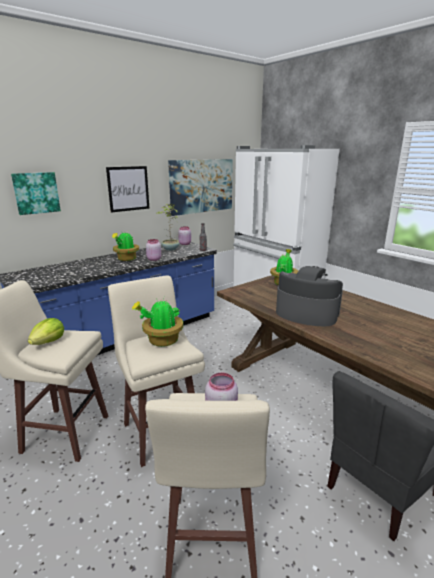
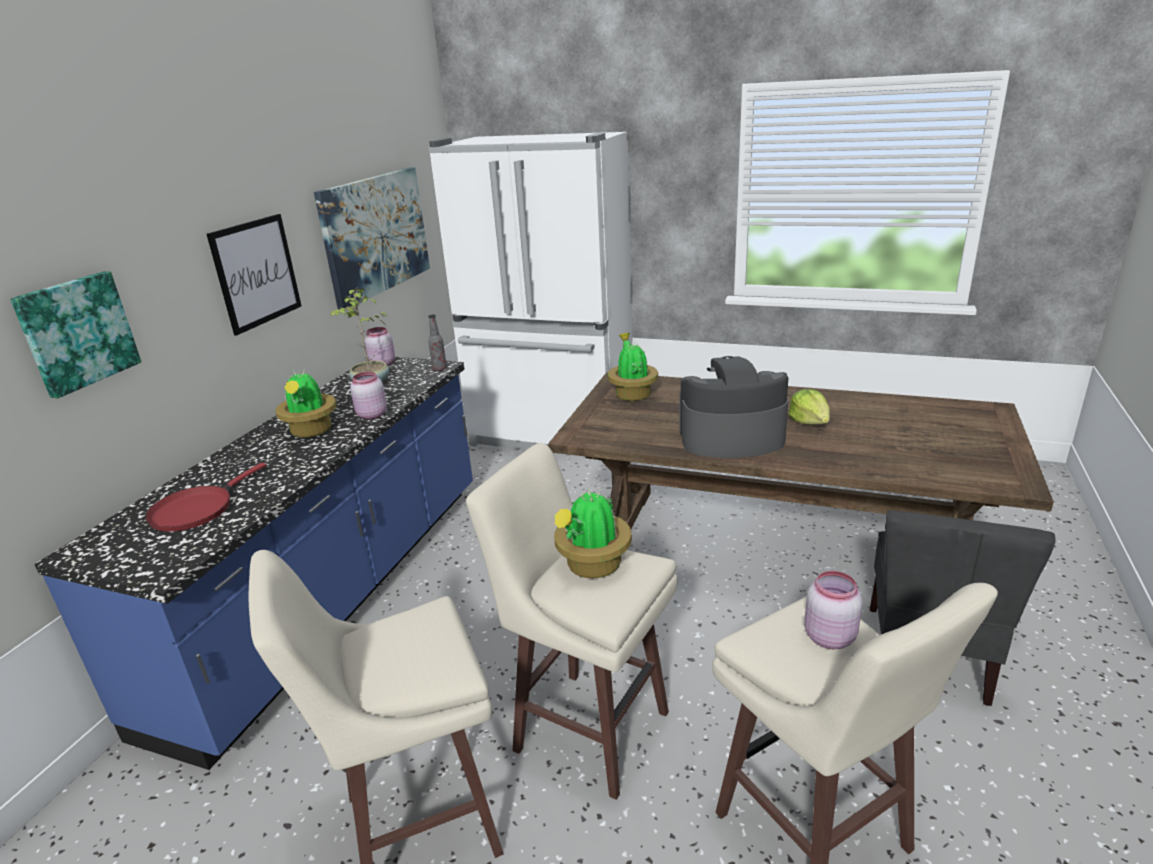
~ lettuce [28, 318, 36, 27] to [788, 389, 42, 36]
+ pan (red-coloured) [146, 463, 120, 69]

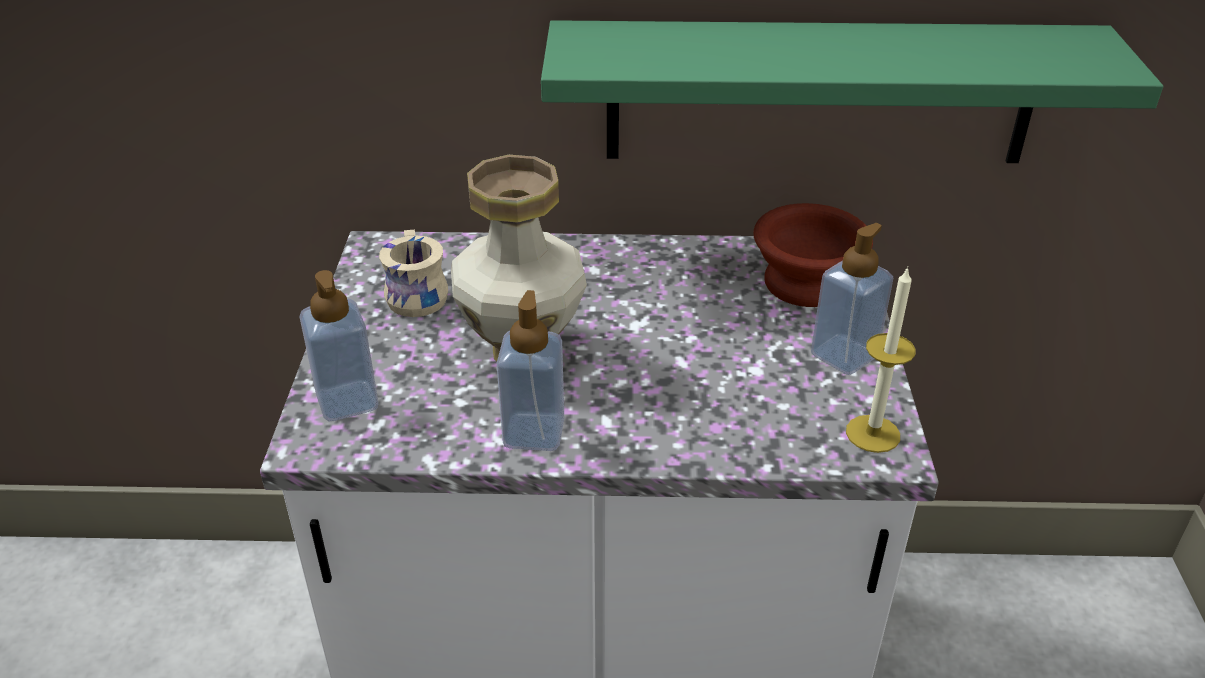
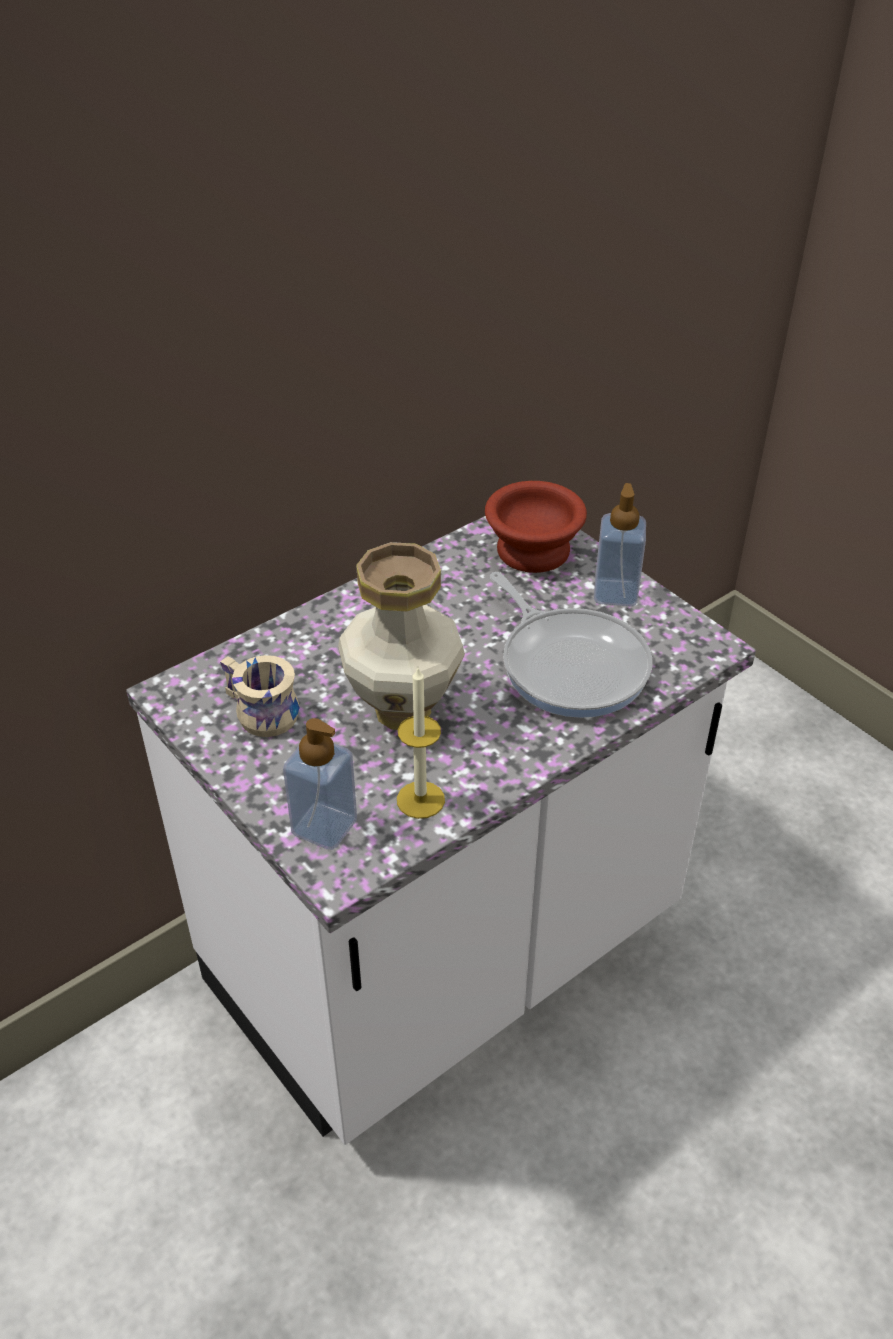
- soap bottle [497, 290, 67, 161]
- wall shelf (greenish) [541, 20, 622, 143]
~ candle [846, 267, 70, 186] to [397, 668, 48, 151]
+ pan [490, 572, 162, 146]

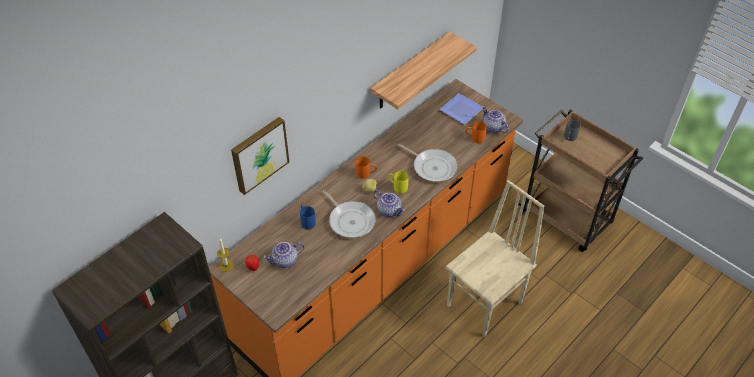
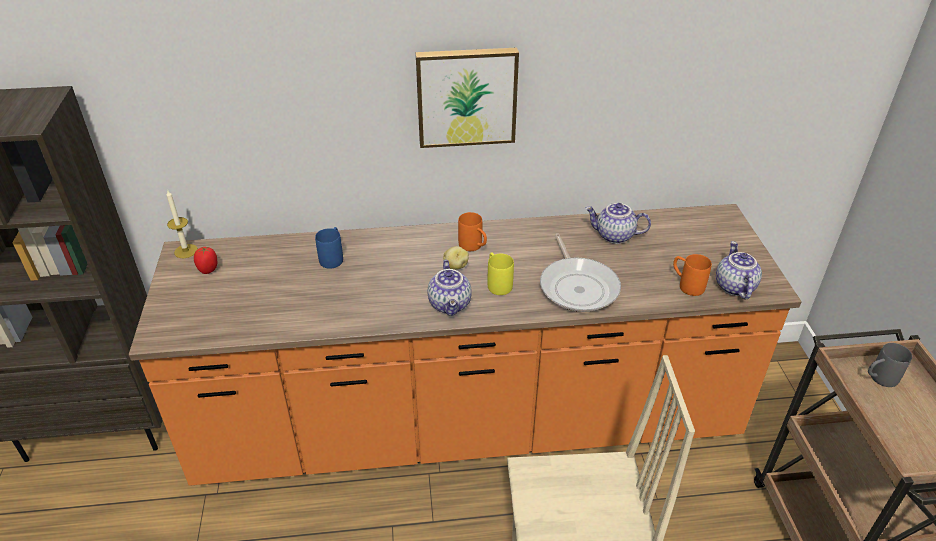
~ wall picture [231, 117, 58, 78] to [416, 48, 103, 100]
~ tea pot [263, 242, 41, 26] to [585, 203, 66, 41]
- pan [322, 190, 53, 48]
- wall shelf [370, 31, 107, 79]
- flat dish [439, 93, 44, 32]

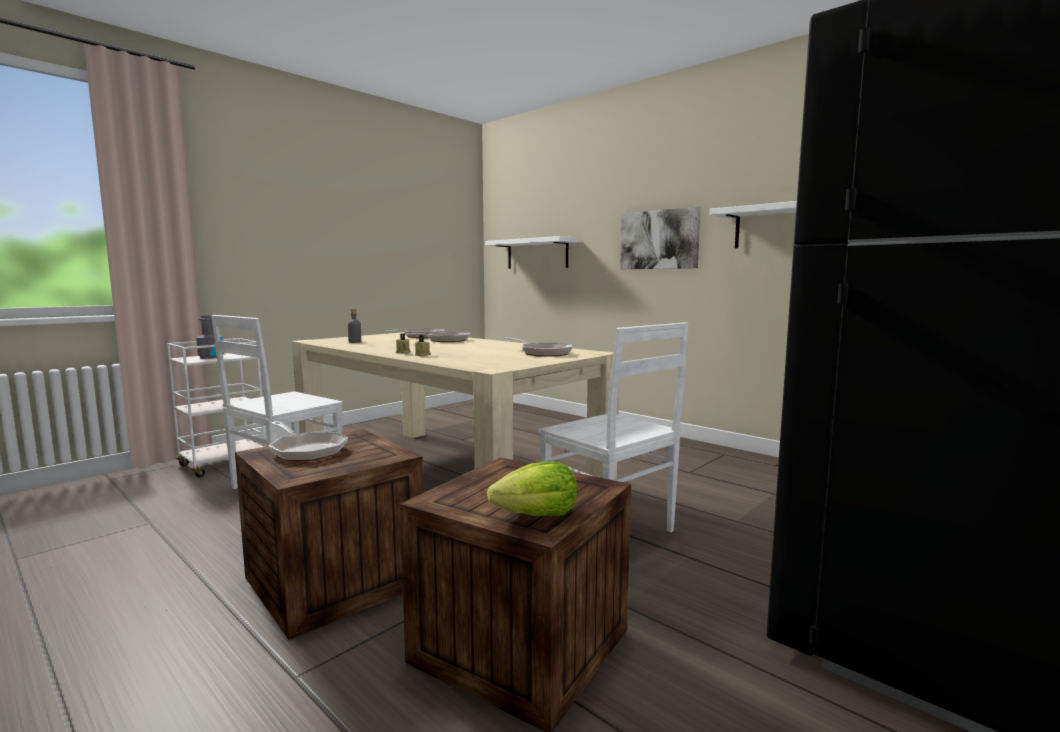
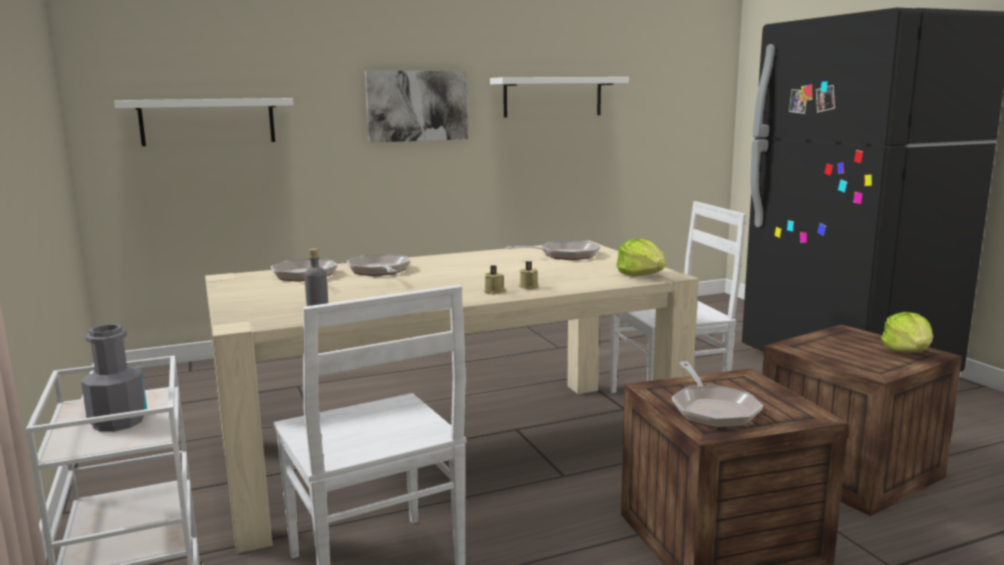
~ pan [269, 421, 79, 40] = [672, 361, 91, 67] 105 degrees clockwise
+ lettuce [617, 238, 49, 39]

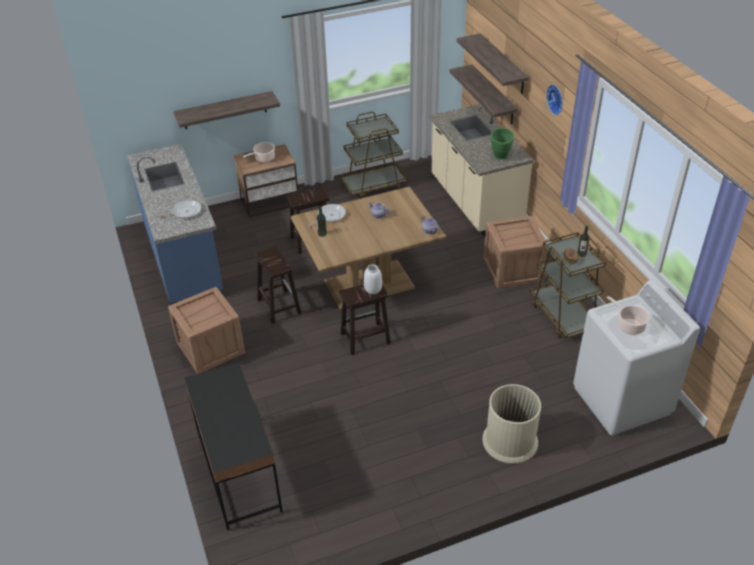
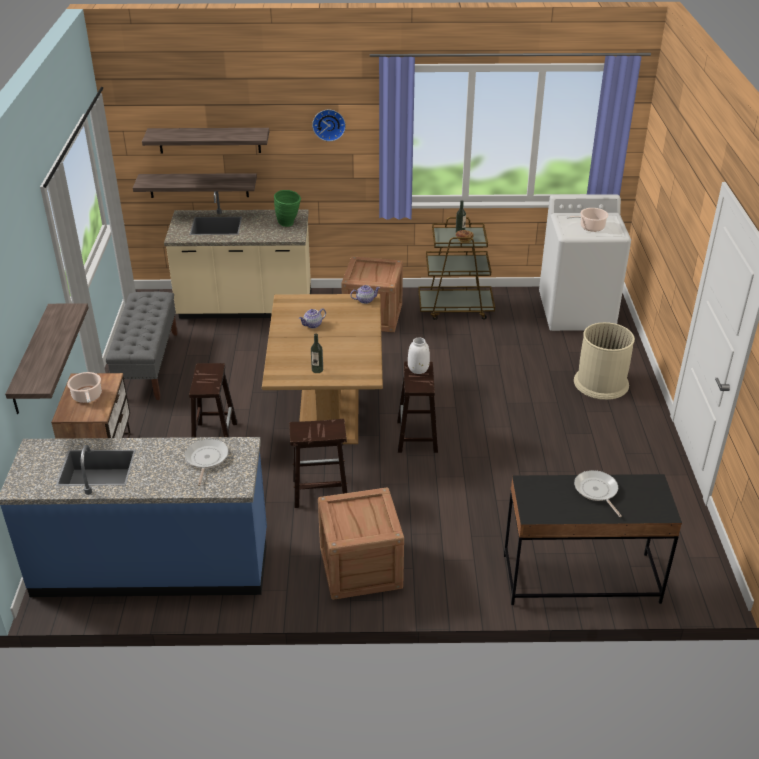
~ pan [307, 204, 39, 22] to [574, 470, 48, 47]
~ cart (brownish) [340, 112, 67, 86] to bench (greyish) [106, 291, 72, 109]

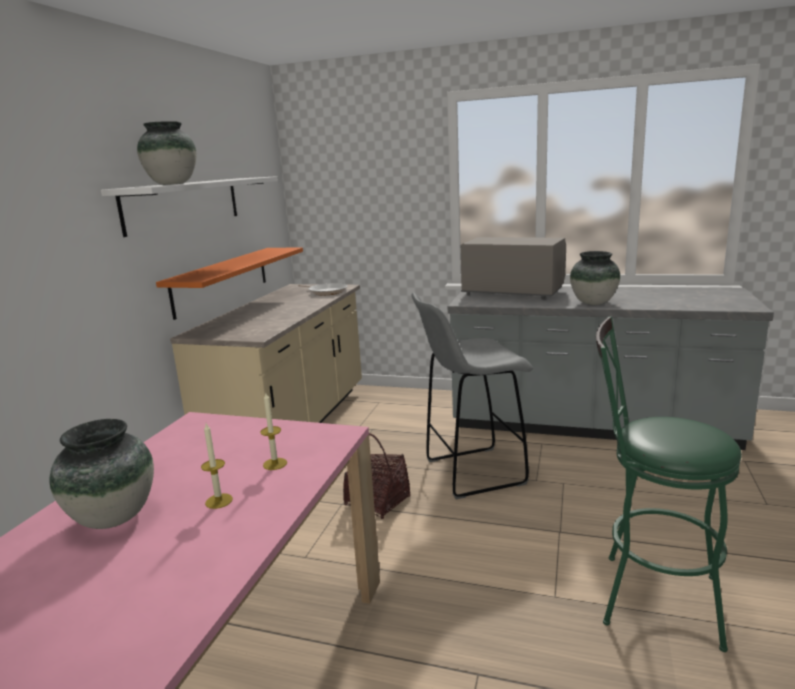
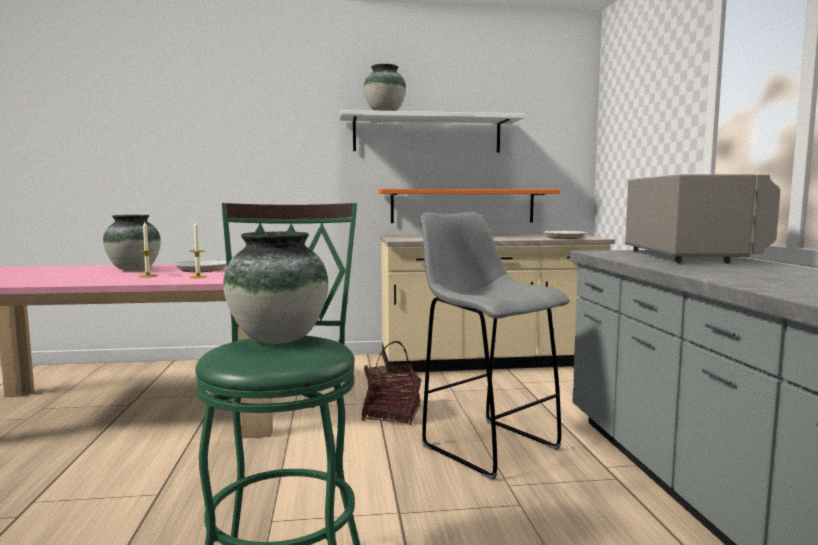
~ decorative vase [570, 251, 50, 54] to [223, 232, 105, 112]
+ pan [175, 258, 52, 14]

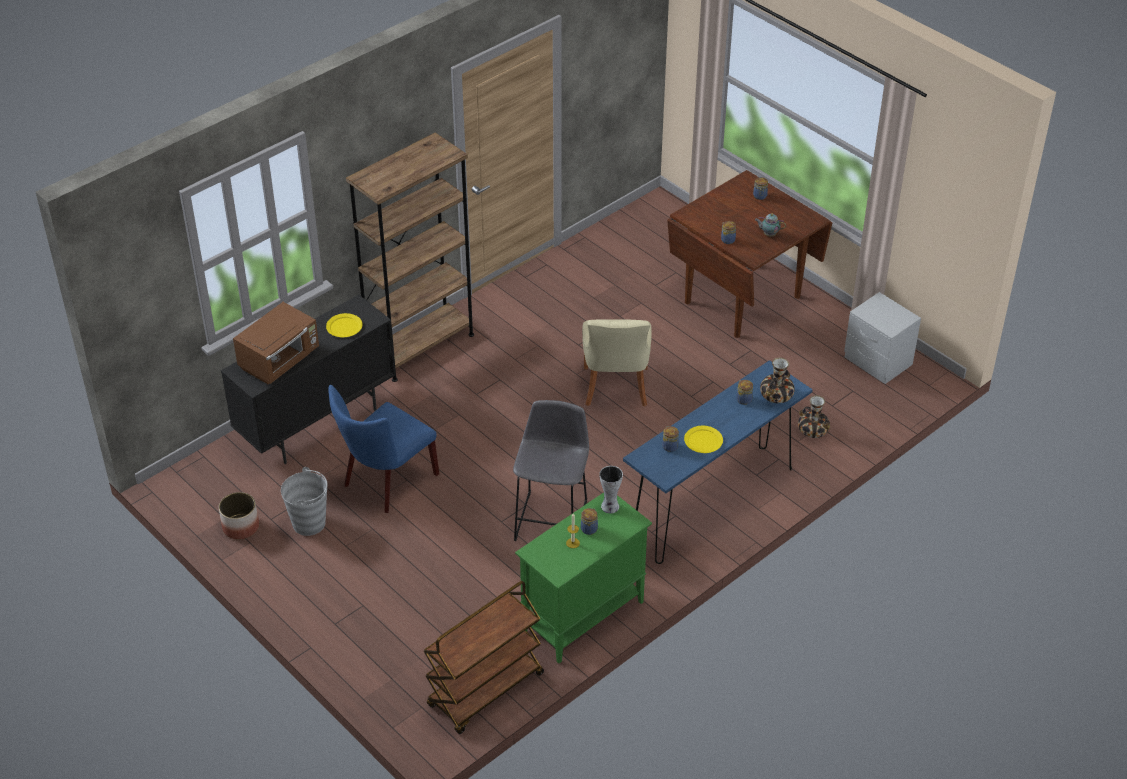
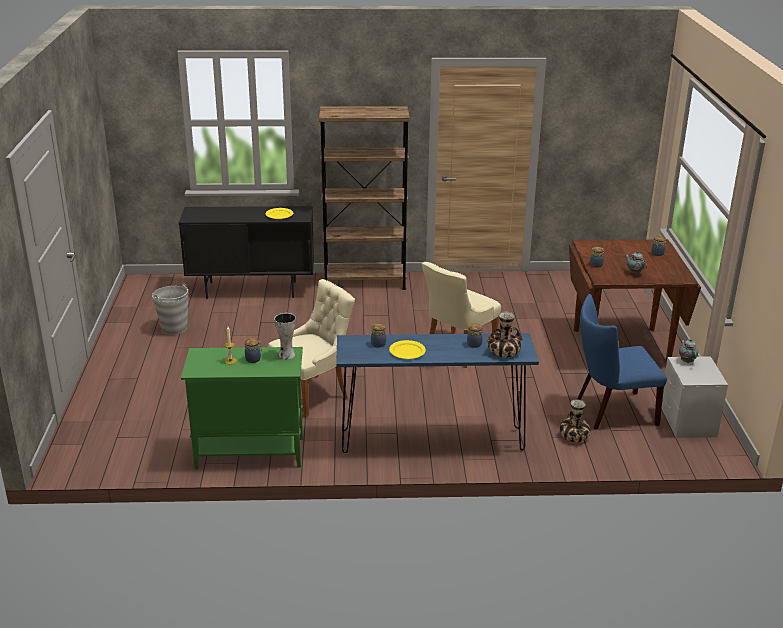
- flower pot [219, 492, 40, 47]
- microwave (brownish) [233, 302, 86, 82]
~ chair (blue-coloured) [328, 385, 111, 128] to [577, 294, 90, 136]
- cart (brownish) [424, 581, 120, 153]
~ stool seat (greyish) [513, 400, 76, 141] to chair (beige-coloured) [268, 279, 87, 138]
+ tea pot [679, 339, 19, 24]

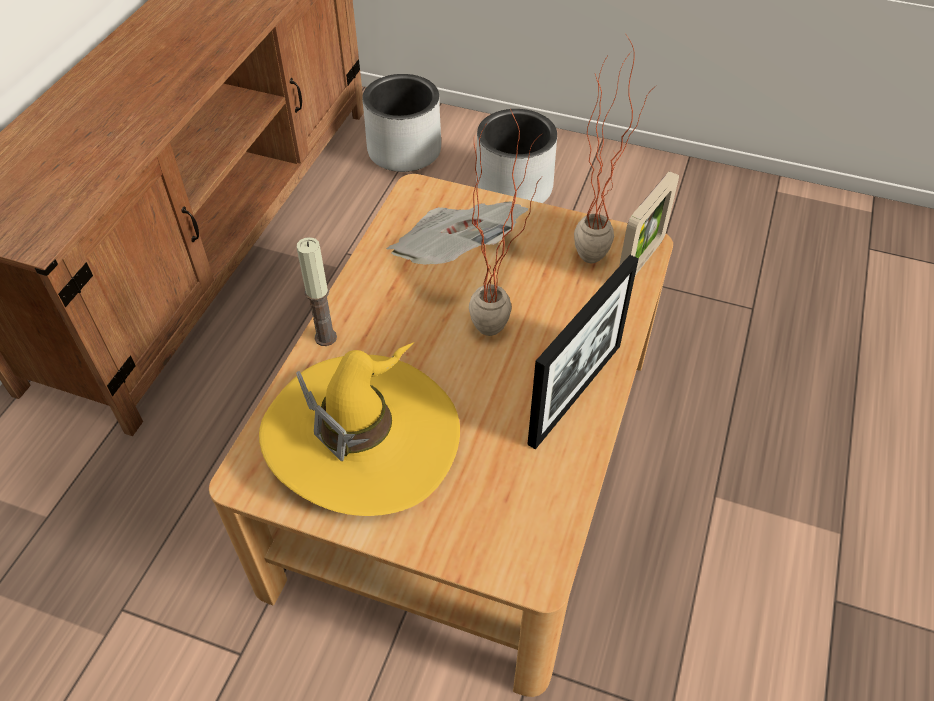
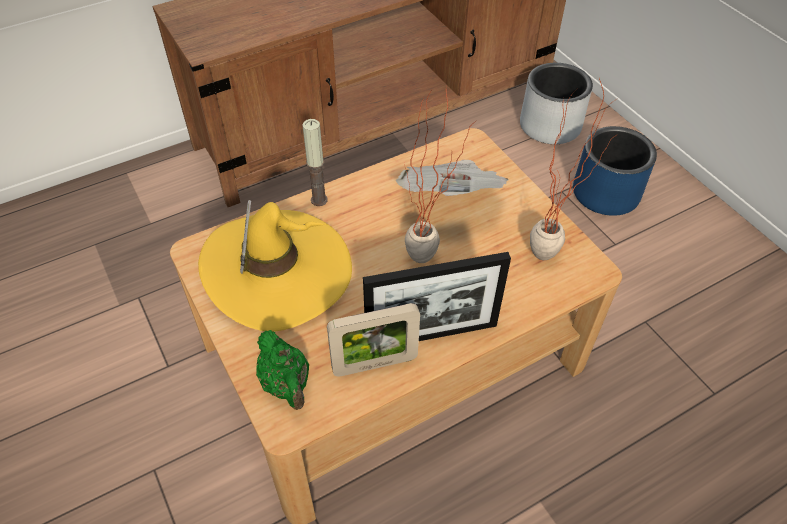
~ flower pot (greyish) [476, 109, 81, 94] to flower pot (blue-coloured) [573, 126, 84, 90]
~ photo frame [619, 171, 60, 104] to [327, 303, 93, 73]
+ tea pot (greenish) [256, 330, 53, 80]

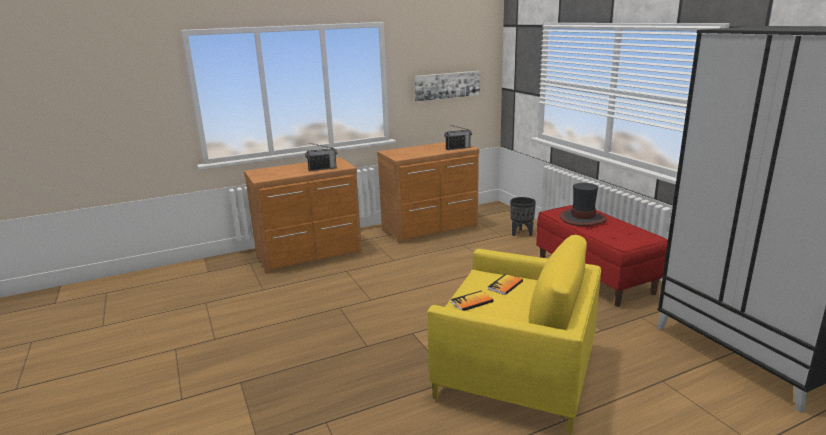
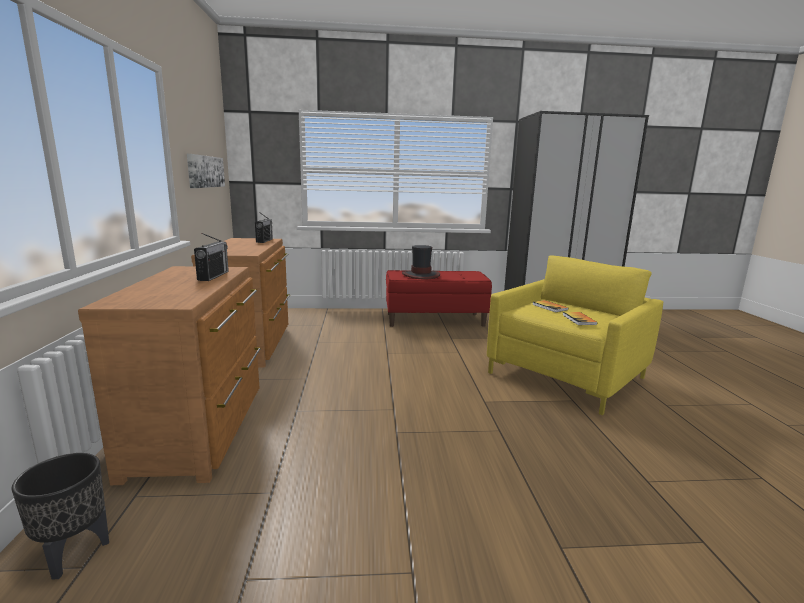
~ flower pot (blackish) [510, 197, 26, 39] to [11, 453, 98, 127]

